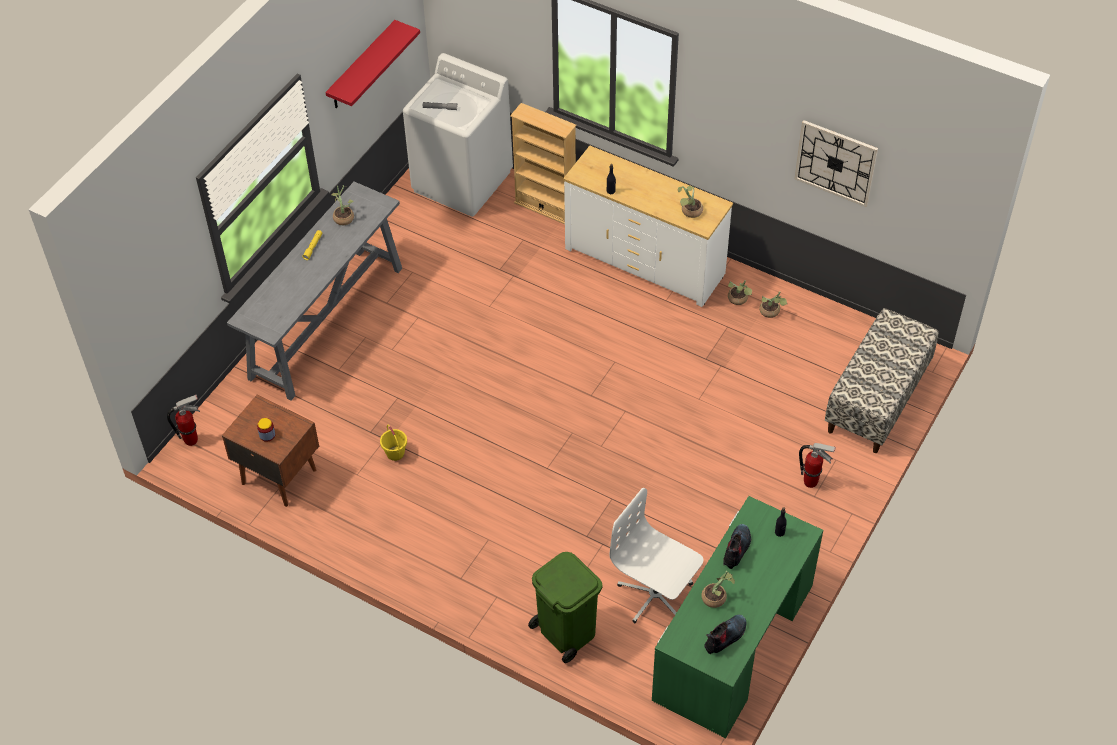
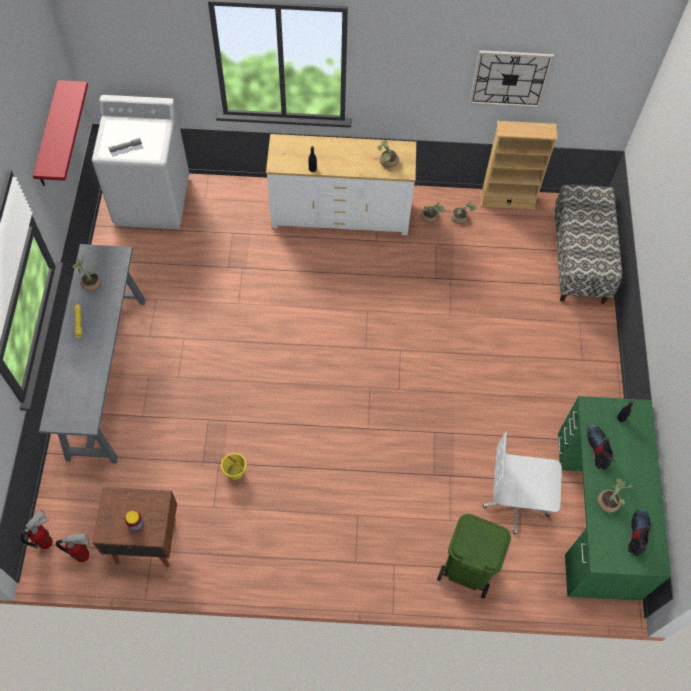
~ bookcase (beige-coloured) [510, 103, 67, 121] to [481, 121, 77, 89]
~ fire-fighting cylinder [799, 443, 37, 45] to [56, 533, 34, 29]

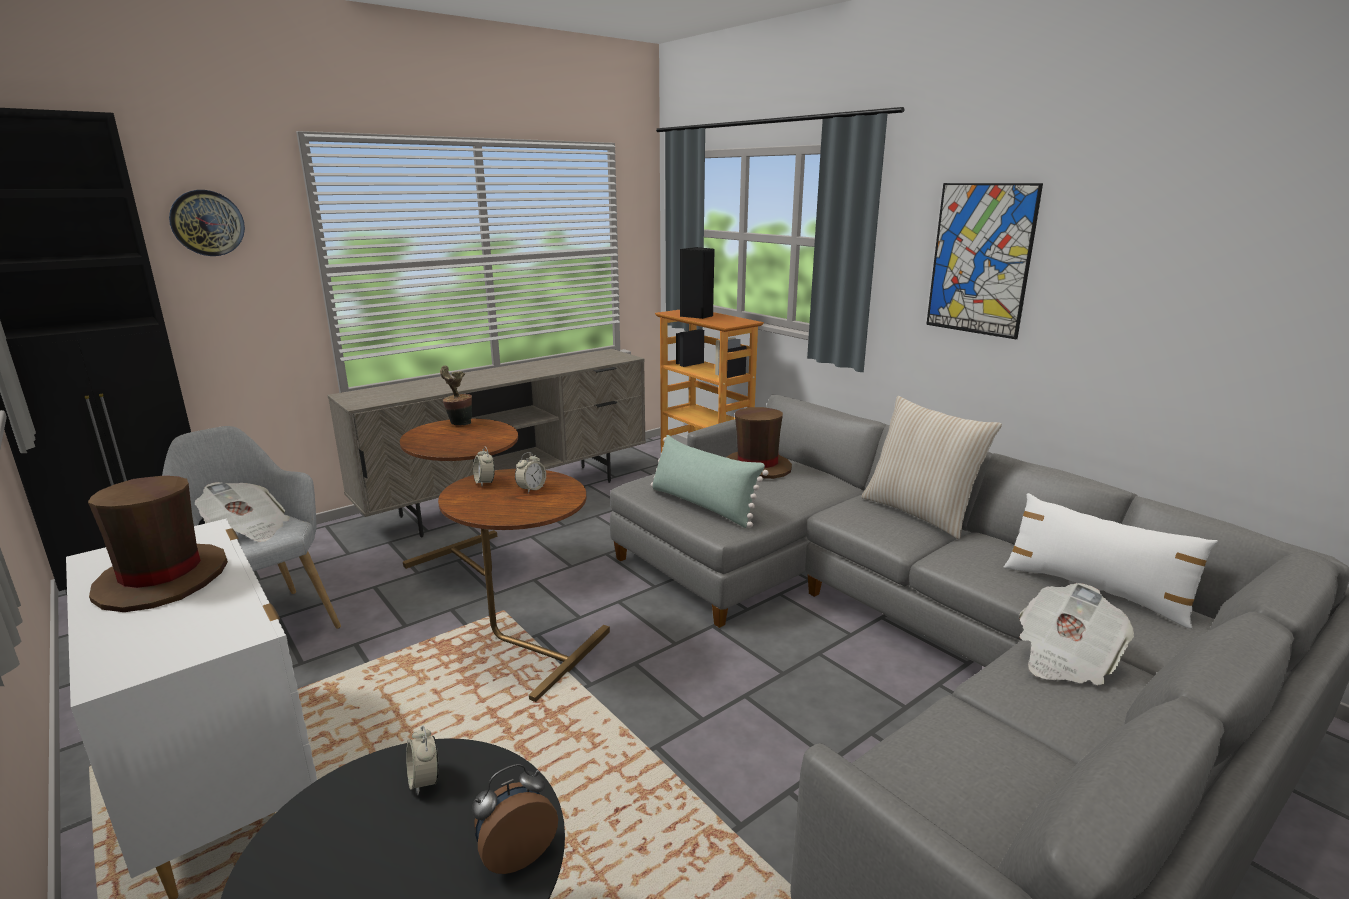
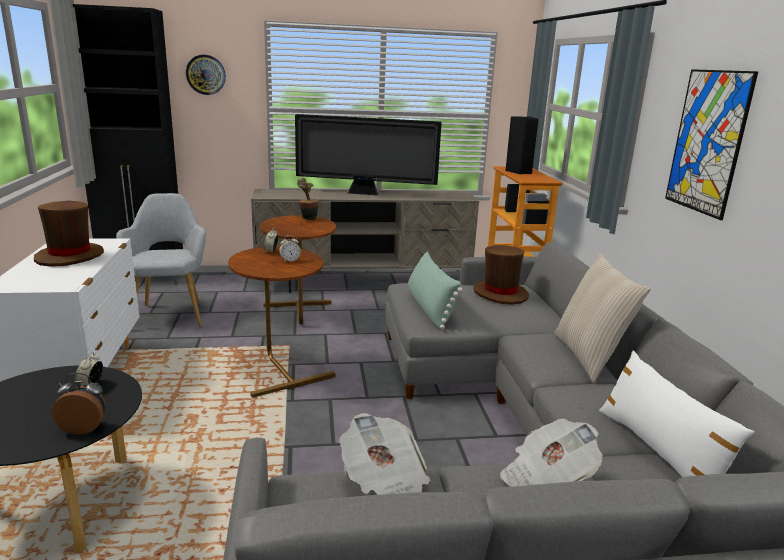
~ daily paper [195, 482, 95, 60] to [339, 413, 91, 82]
+ television [295, 114, 147, 81]

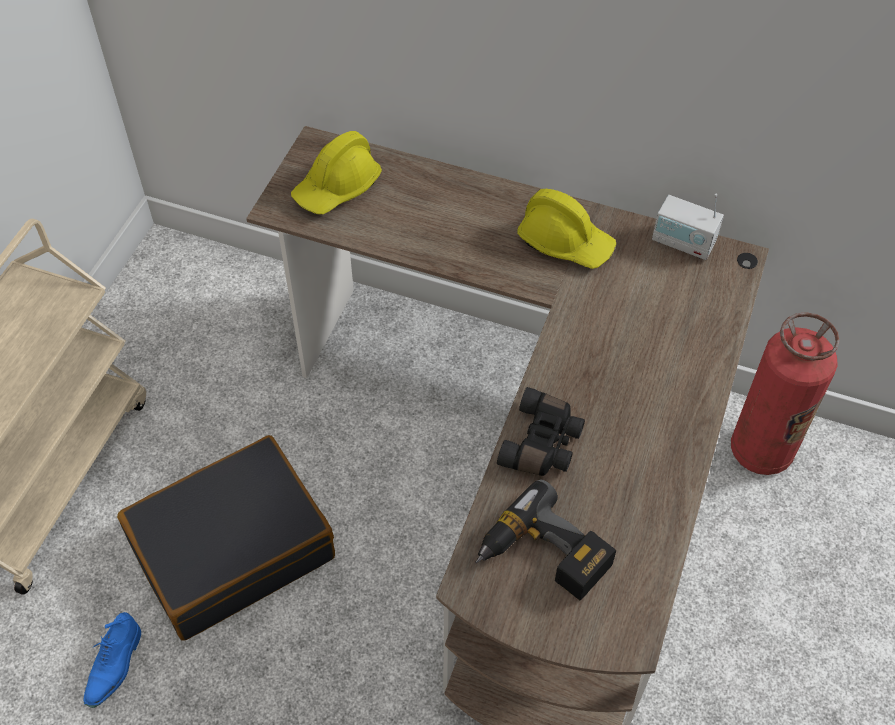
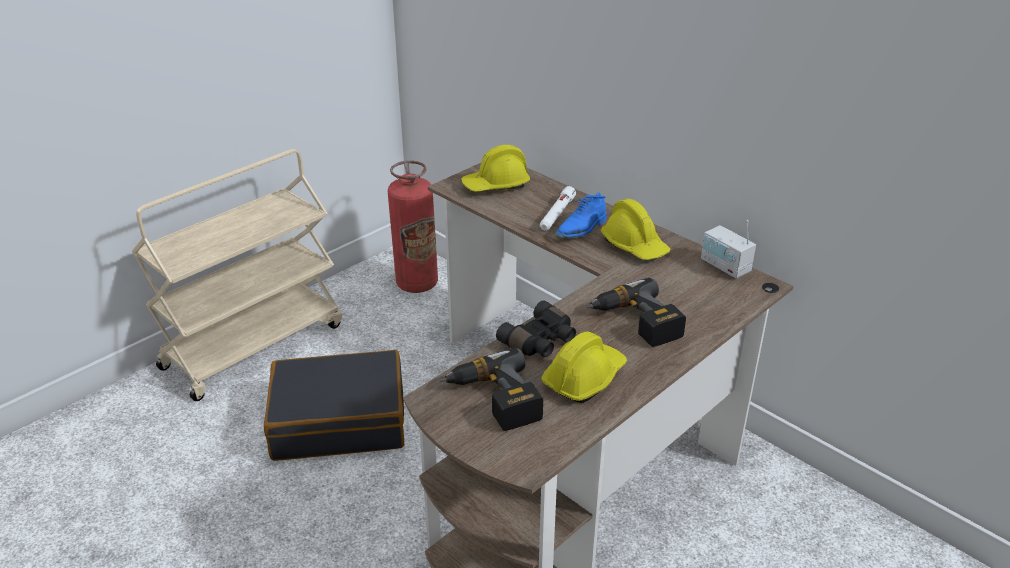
~ shoe (blue-coloured) [83, 612, 58, 96] to [556, 192, 50, 46]
~ fire-fighting cylinder [731, 312, 109, 163] to [388, 160, 50, 133]
+ hand torch (white-coloured) [540, 186, 36, 45]
+ work helmet (yellow-coloured) [542, 332, 85, 71]
+ electric drill [586, 278, 100, 69]

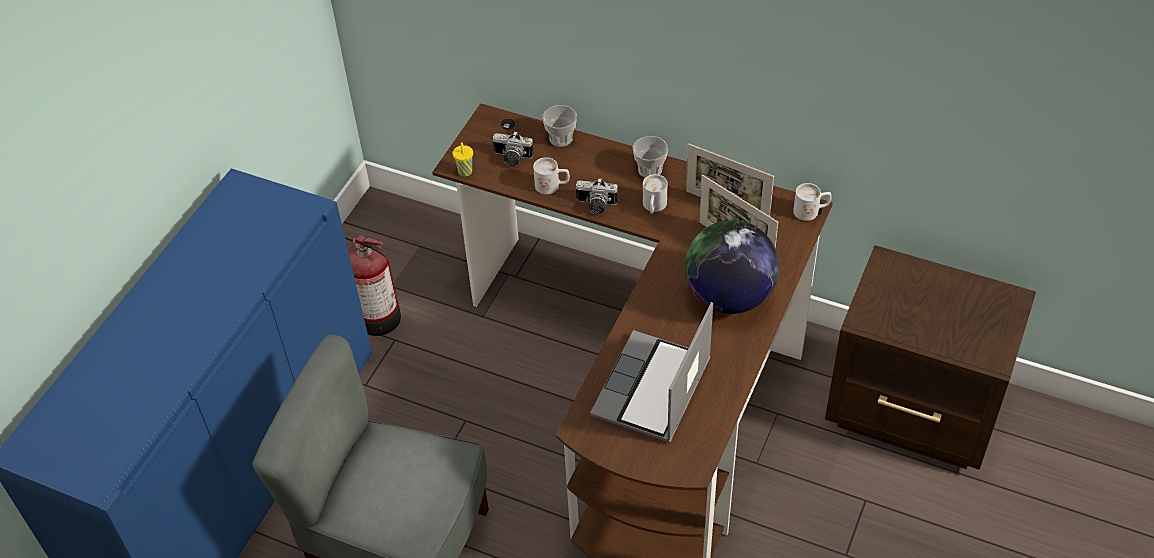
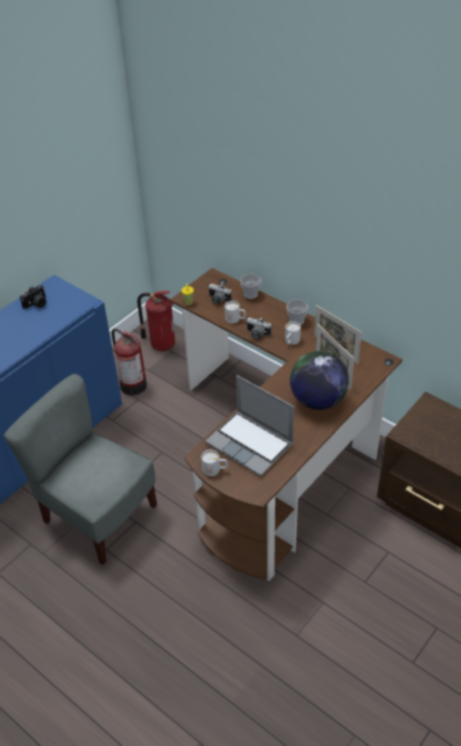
~ laptop [590, 302, 123, 141] = [205, 375, 89, 102] 90 degrees counterclockwise
~ tea mug (white-coloured) [793, 183, 38, 38] to [201, 450, 27, 26]
+ photo camera [20, 285, 27, 24]
+ fire-fighting cylinder [137, 291, 38, 60]

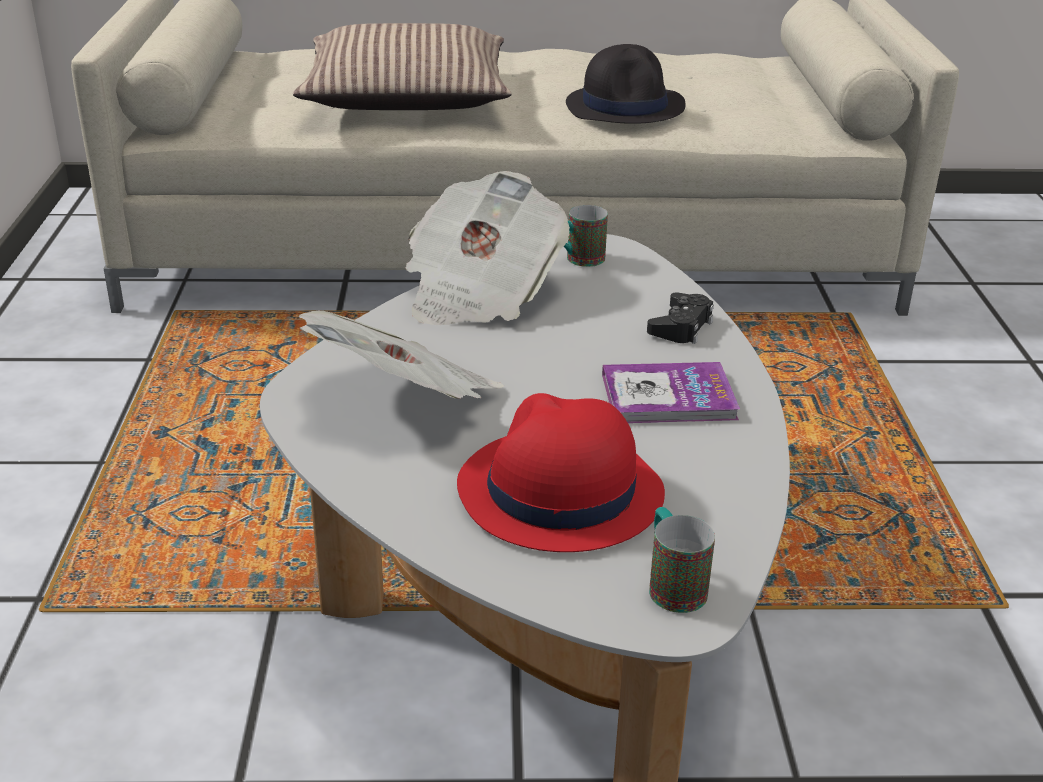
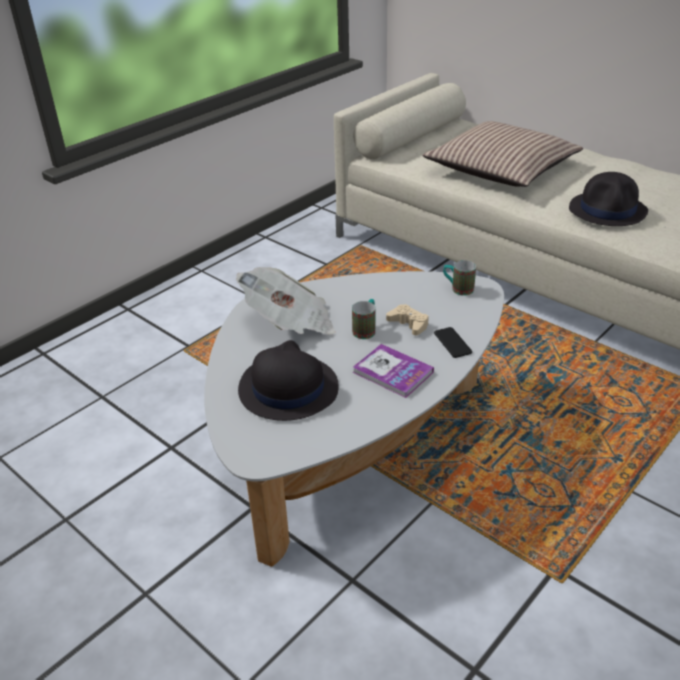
- daily paper [405, 171, 165, 154]
~ hat (red-coloured) [457, 393, 208, 159] to hat (blackish) [238, 340, 101, 81]
~ game controller (blackish) [647, 293, 67, 51] to handset [434, 327, 38, 31]
~ tea mug [649, 507, 66, 106] to [352, 299, 24, 40]
+ game controller (beige-coloured) [386, 304, 43, 31]

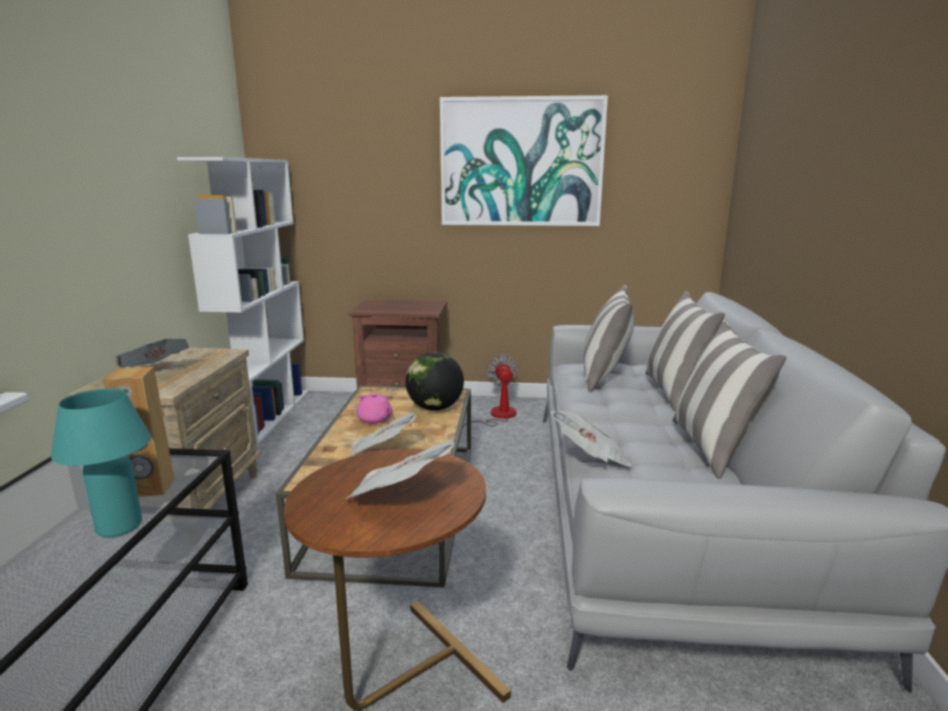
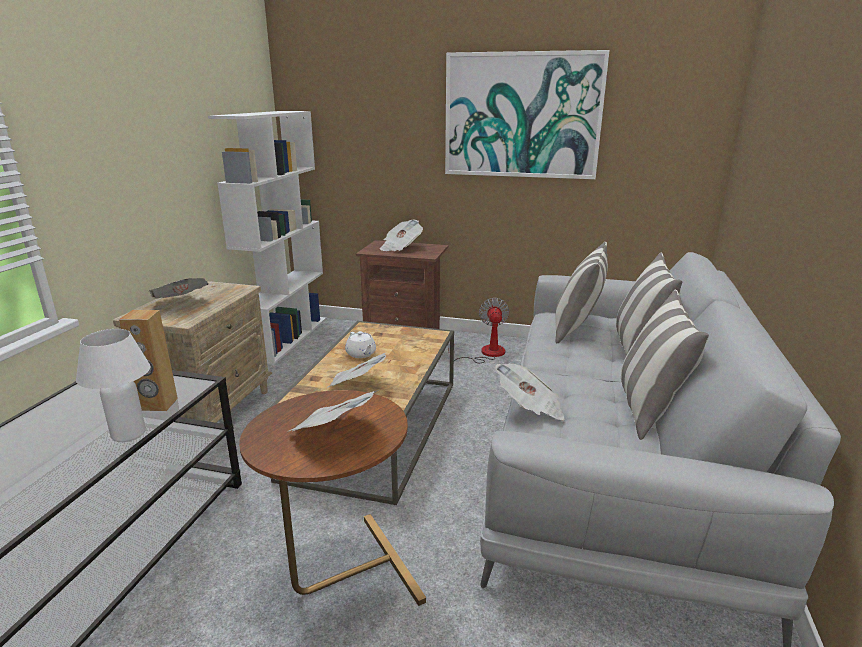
~ tabletop lamp (turquoise) [51, 388, 100, 149] to tabletop lamp (white-coloured) [76, 329, 74, 113]
~ tea pot (pink-coloured) [357, 393, 35, 31] to tea pot (white-coloured) [345, 331, 31, 27]
- globe [405, 352, 59, 59]
+ daily paper [380, 220, 43, 31]

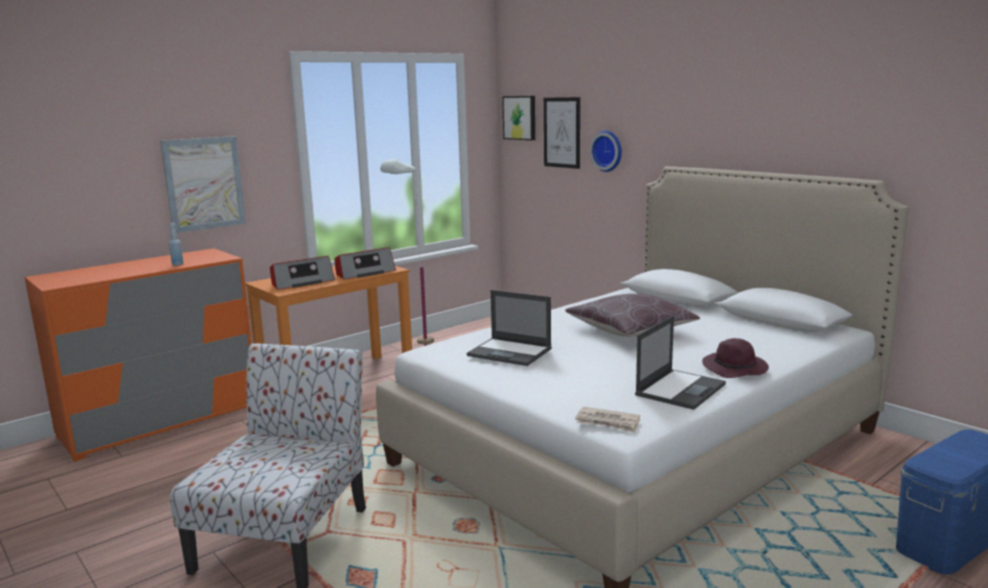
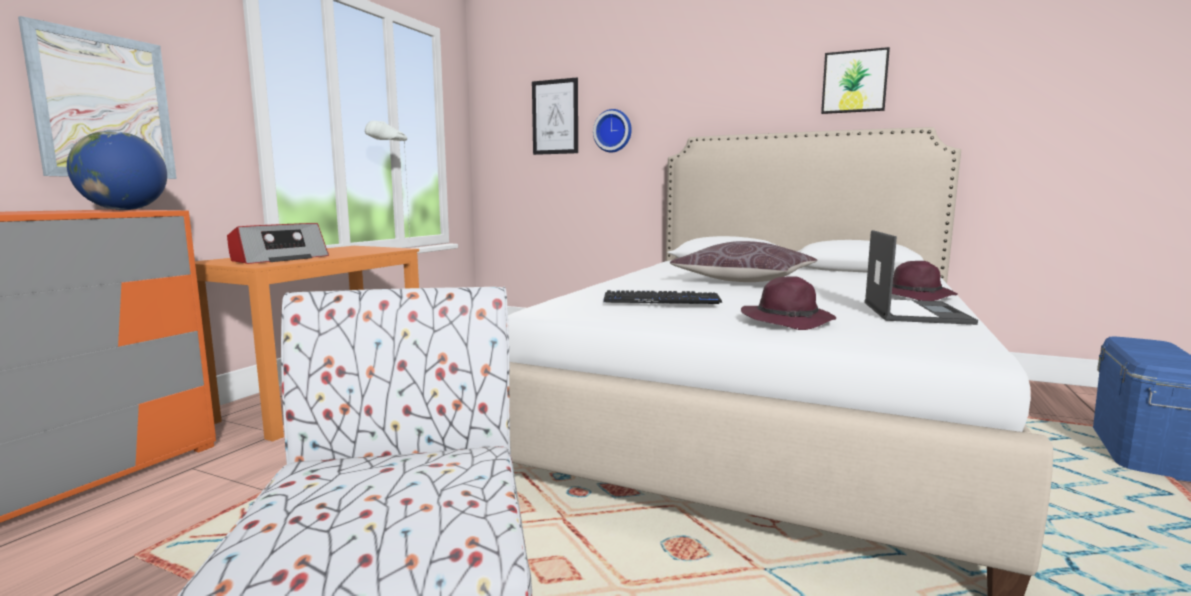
- drink bottle (blue-coloured) [169, 223, 15, 43]
- radio receiver [334, 247, 62, 33]
~ laptop [467, 290, 85, 76] to PC keyboard [603, 290, 119, 14]
~ wall picture [502, 96, 33, 44] to [821, 47, 69, 67]
- daily paper [575, 407, 65, 25]
+ globe [67, 131, 100, 79]
+ hat (purplish) [741, 276, 95, 54]

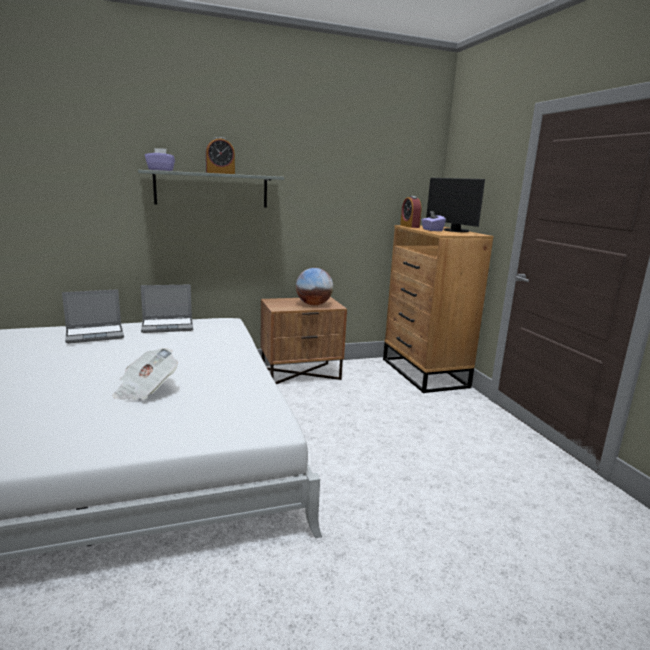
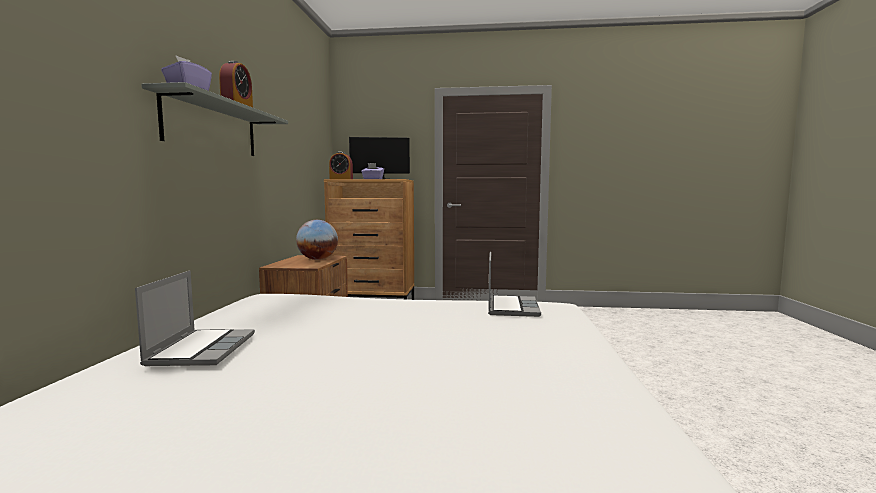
- daily paper [112, 348, 66, 52]
~ laptop [141, 284, 52, 49] to [488, 252, 53, 65]

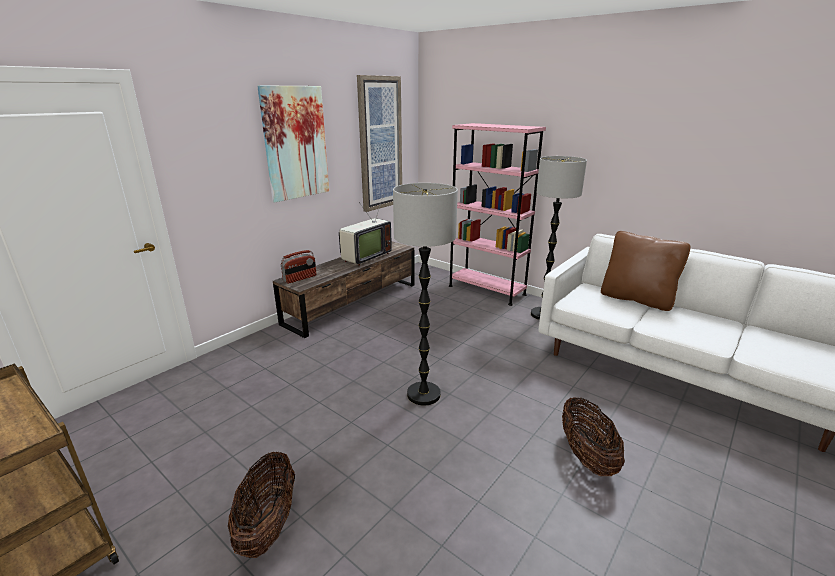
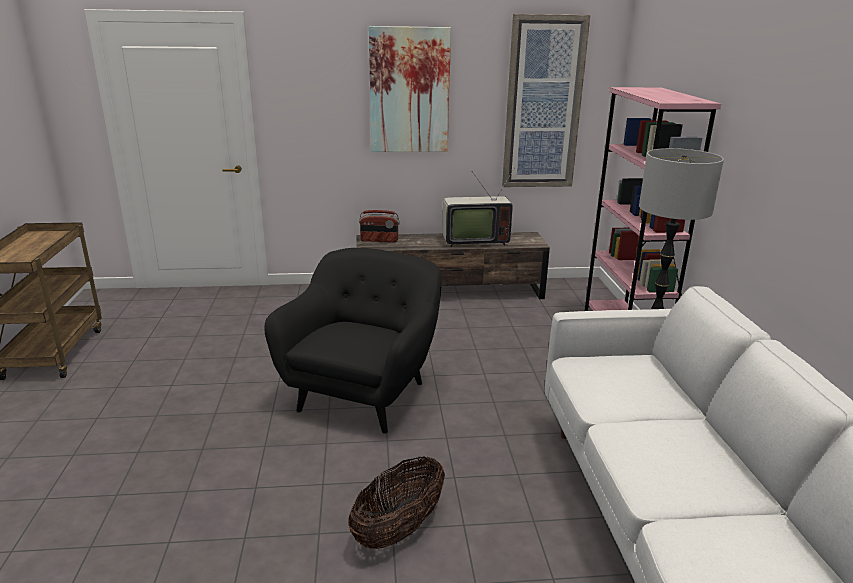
- household basket [228, 451, 67, 107]
~ standard lamp [393, 183, 65, 223] to lounge chair (blackish) [264, 248, 178, 186]
- pillow (brownish) [601, 231, 89, 80]

